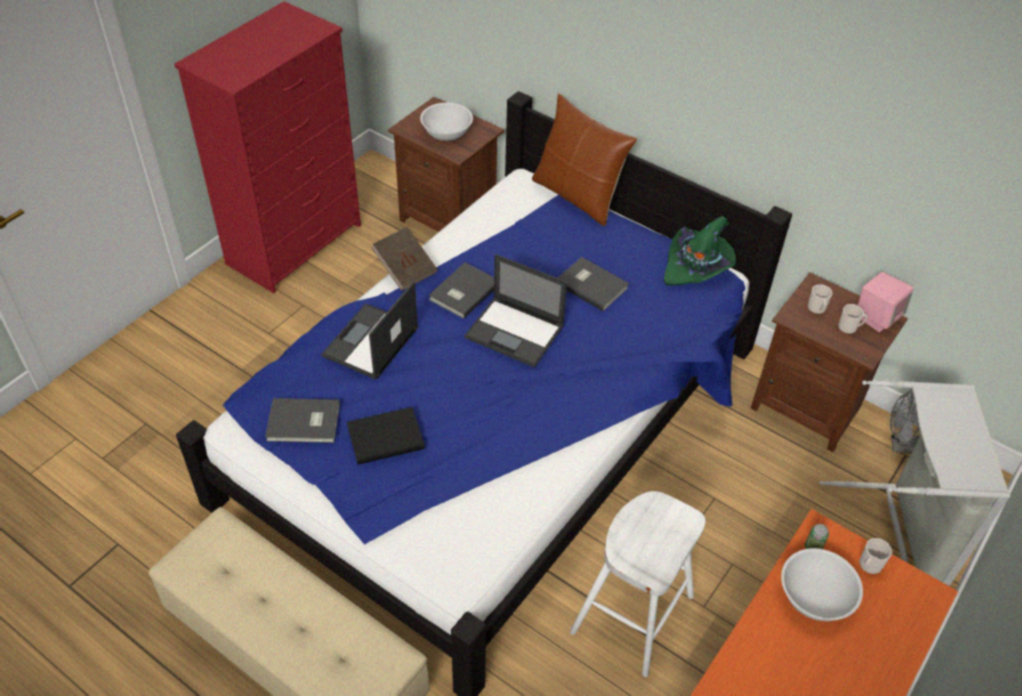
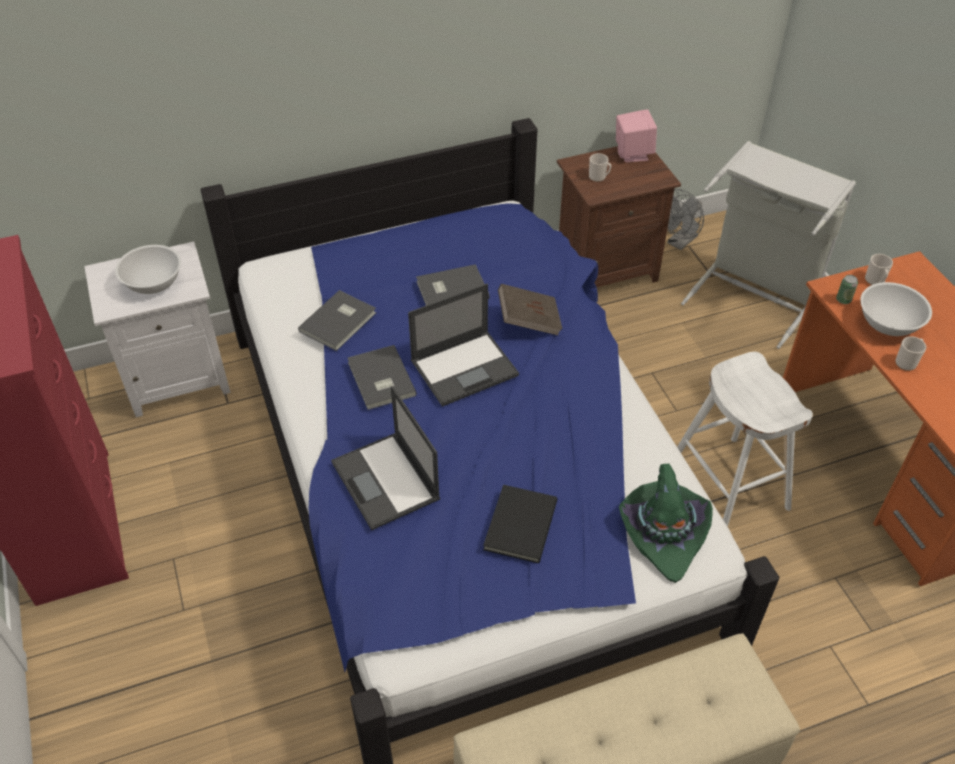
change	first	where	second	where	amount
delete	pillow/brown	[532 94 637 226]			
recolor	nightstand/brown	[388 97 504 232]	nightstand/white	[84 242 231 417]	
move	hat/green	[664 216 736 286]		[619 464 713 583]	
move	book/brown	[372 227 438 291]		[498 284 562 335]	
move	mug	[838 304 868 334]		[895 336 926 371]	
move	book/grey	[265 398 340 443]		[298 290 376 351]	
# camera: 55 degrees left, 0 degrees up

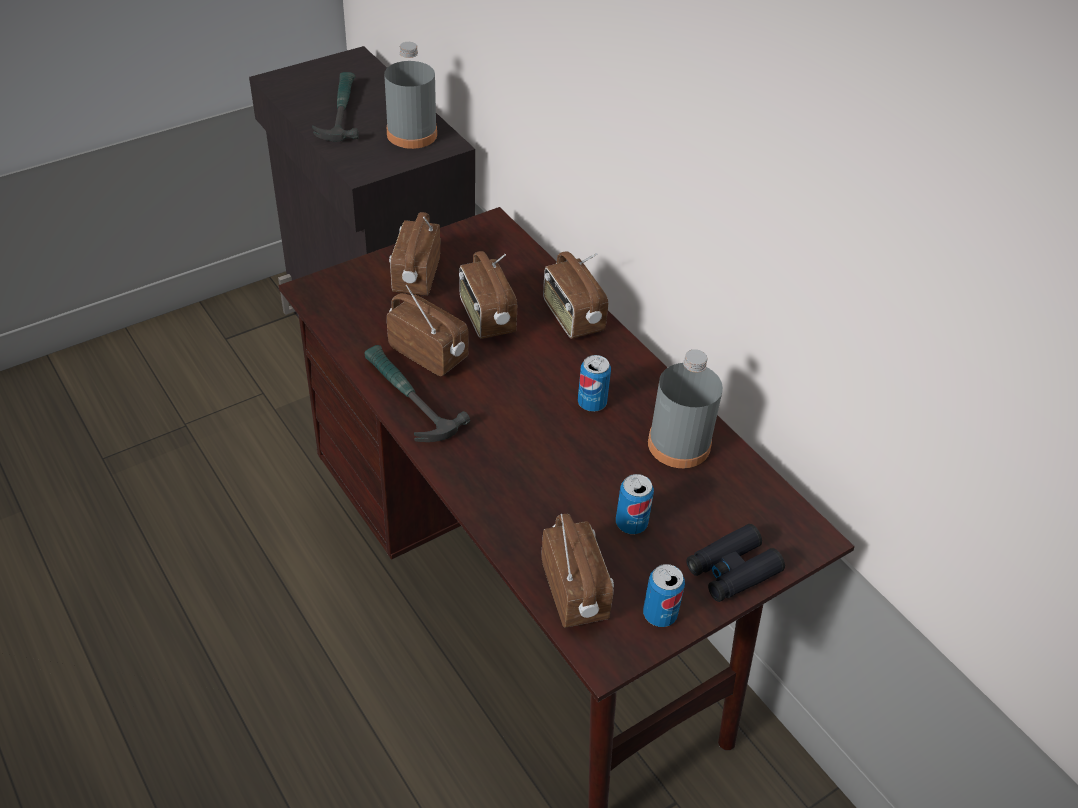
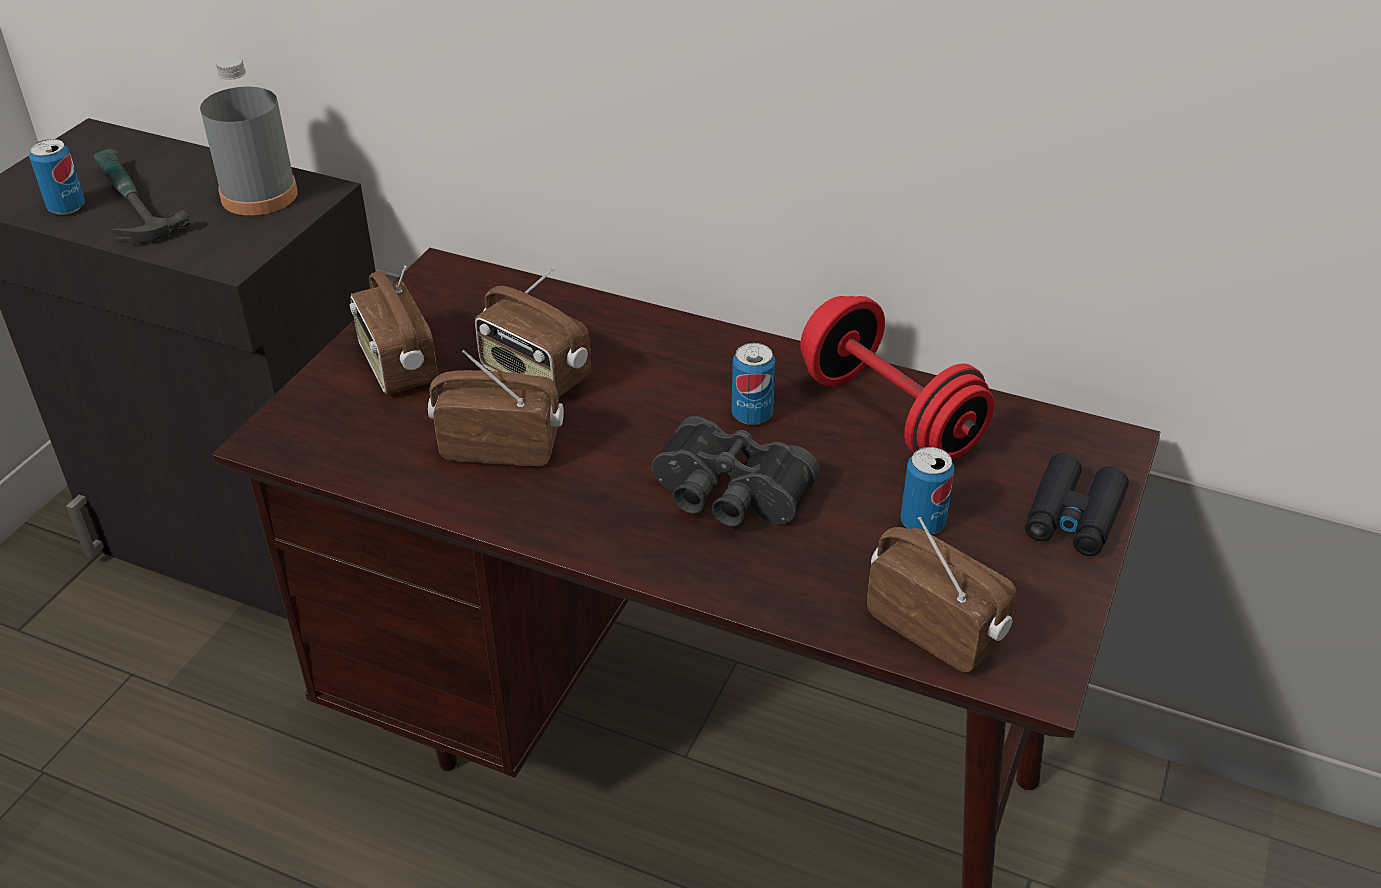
change	first	where	second	where	amount
delete	radio	[543 251 608 339]			
delete	hammer	[365 345 470 442]			
replace	bottle/grey	[648 349 723 468]	dumbbell/red	[800 296 994 459]	
move	can	[643 564 685 627]		[29 139 85 215]	
insert			binoculars/black	[652 416 820 527]	
# camera: 30 degrees left, 5 degrees down

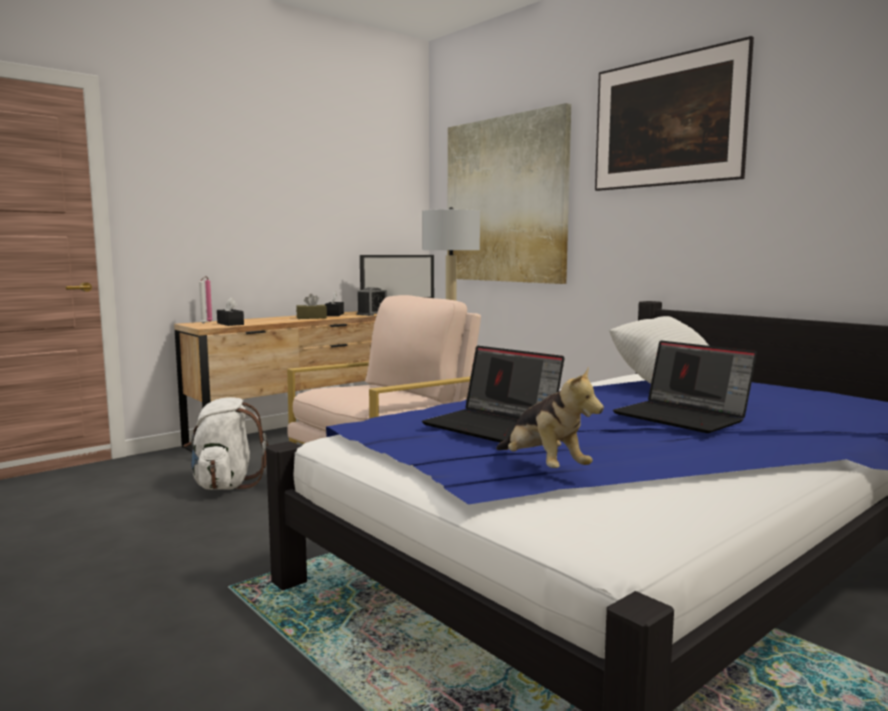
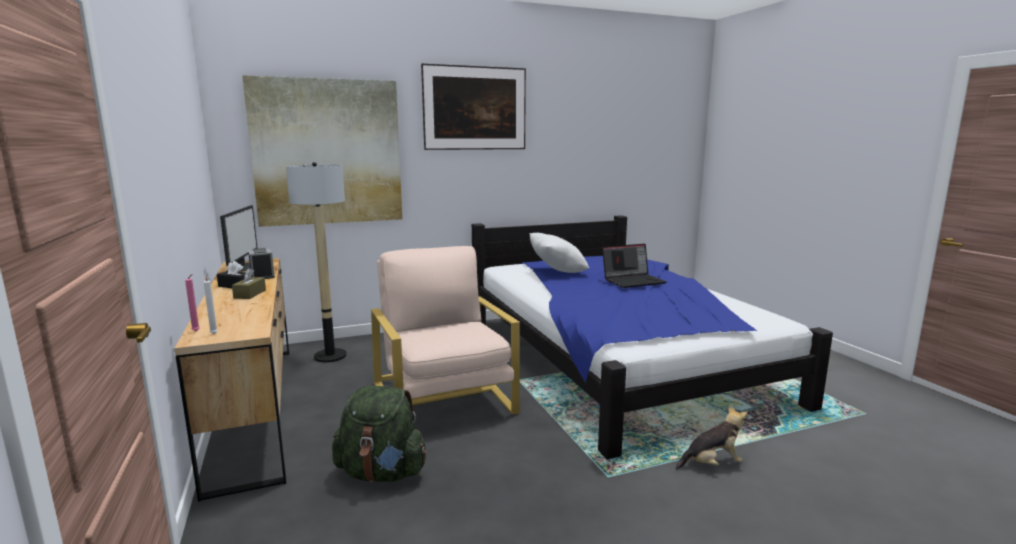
change	first	where	second	where	amount
delete	tissue box/black	[217 297 244 326]			
delete	laptop	[422 346 564 443]			
move	plush toy	[496 367 604 468]		[675 405 747 470]	
recolor	backpack/white	[183 397 268 490]	backpack/green	[332 385 427 482]	
# camera: 70 degrees left, 5 degrees up

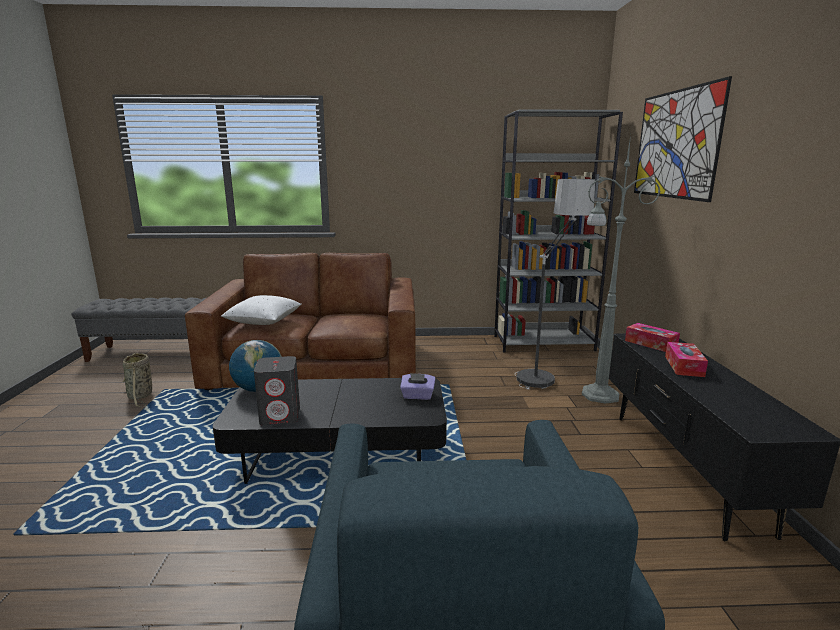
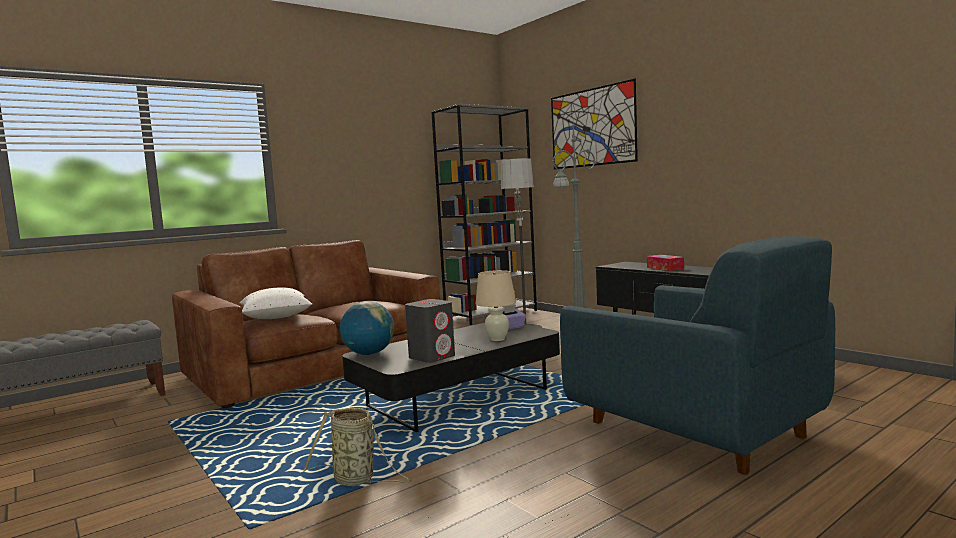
change	first	where	second	where	amount
delete	tissue box	[625 323 680 352]			
move	basket	[121 353 152 407]		[304 408 412 486]	
insert			table lamp/beige	[475 270 516 341]	
# camera: 35 degrees left, 10 degrees down

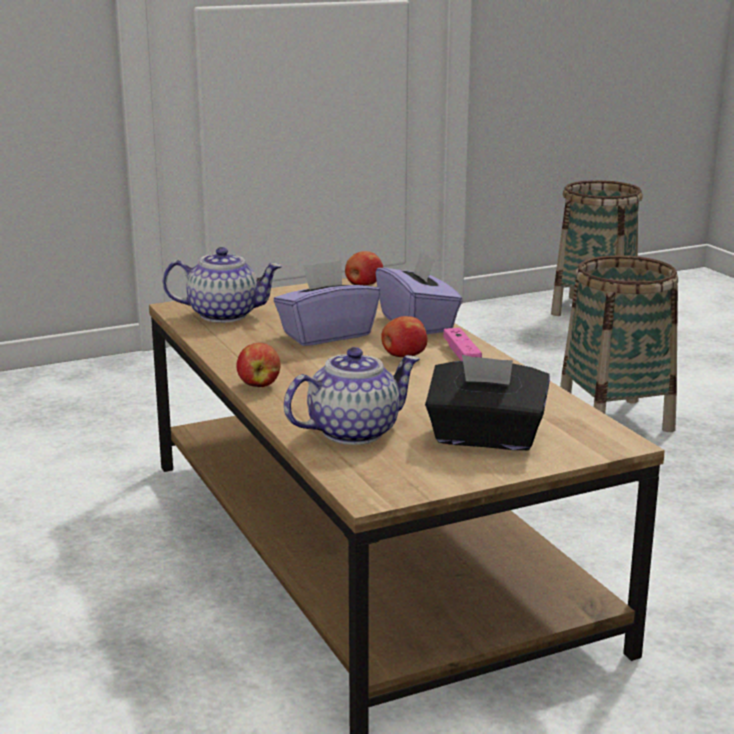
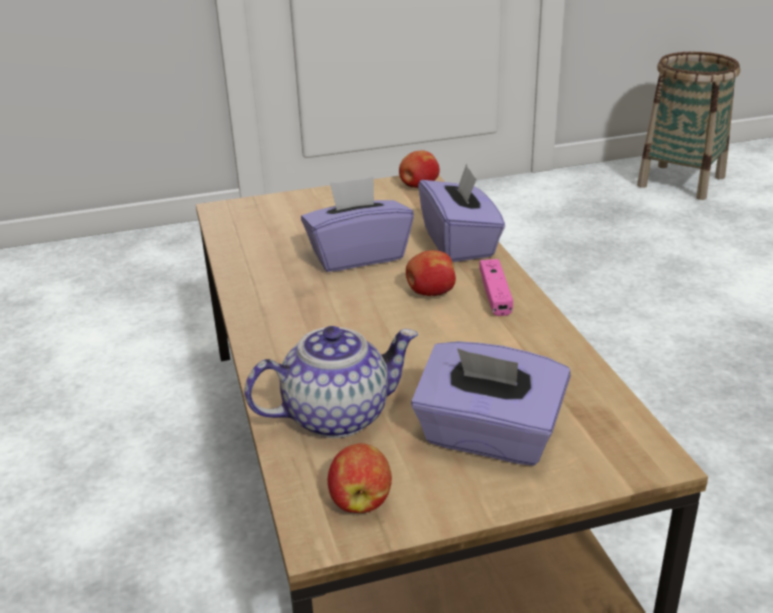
change	first	where	second	where	amount
delete	teapot	[163 247 282 323]			
delete	basket	[560 255 678 432]			
move	apple	[236 343 281 387]		[328 443 392 513]	
recolor	tissue box/black	[425 355 550 450]	tissue box/purple	[411 341 571 466]	
# camera: 10 degrees right, 10 degrees up

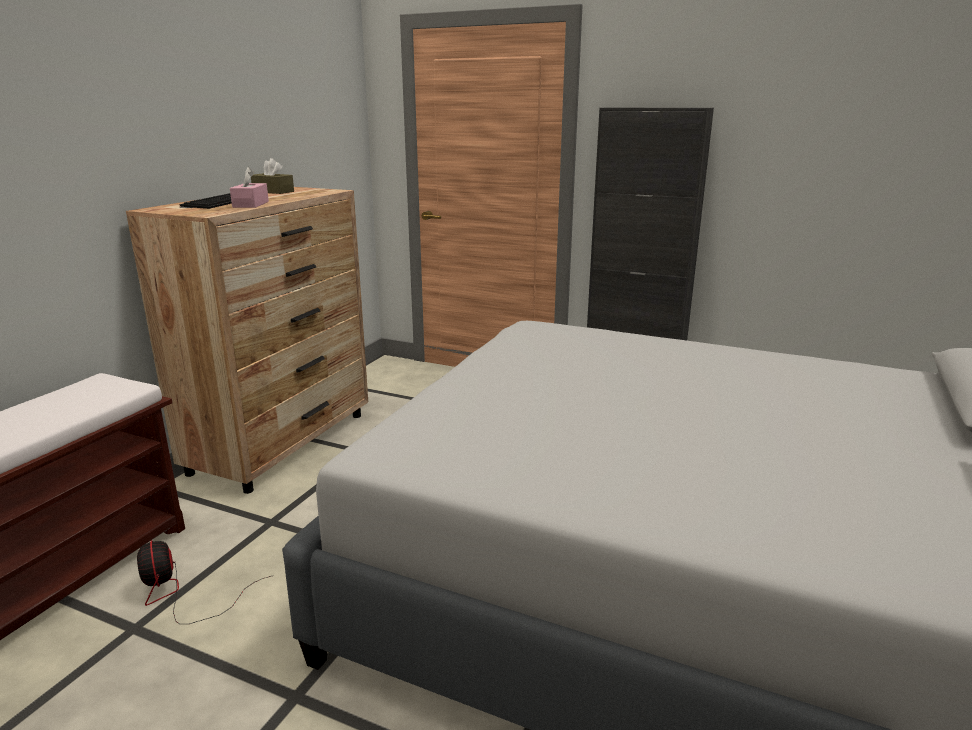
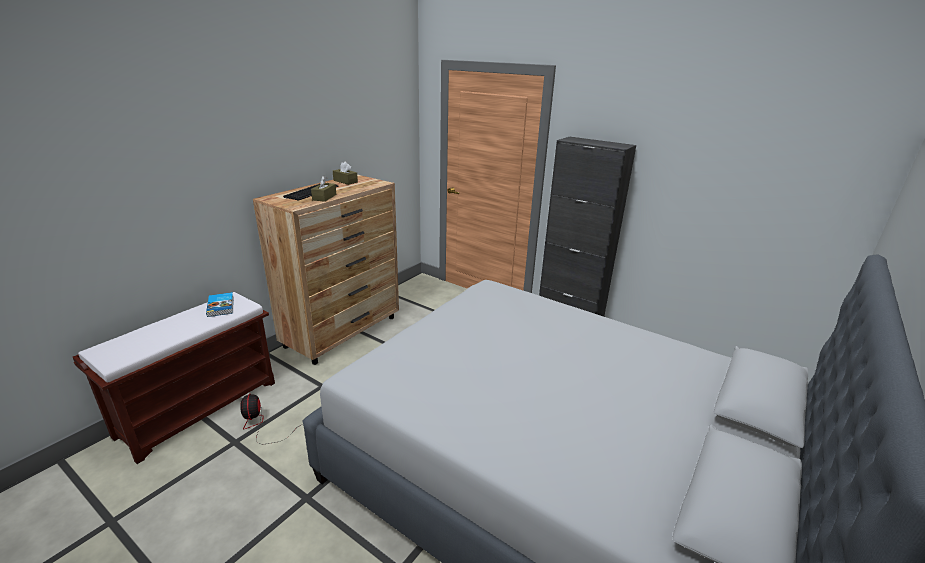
change	first	where	second	where	amount
recolor	tissue box/pink	[230 167 269 208]	tissue box/brown	[311 175 336 202]	
insert			book	[206 292 234 317]	
# camera: 10 degrees right, 5 degrees up

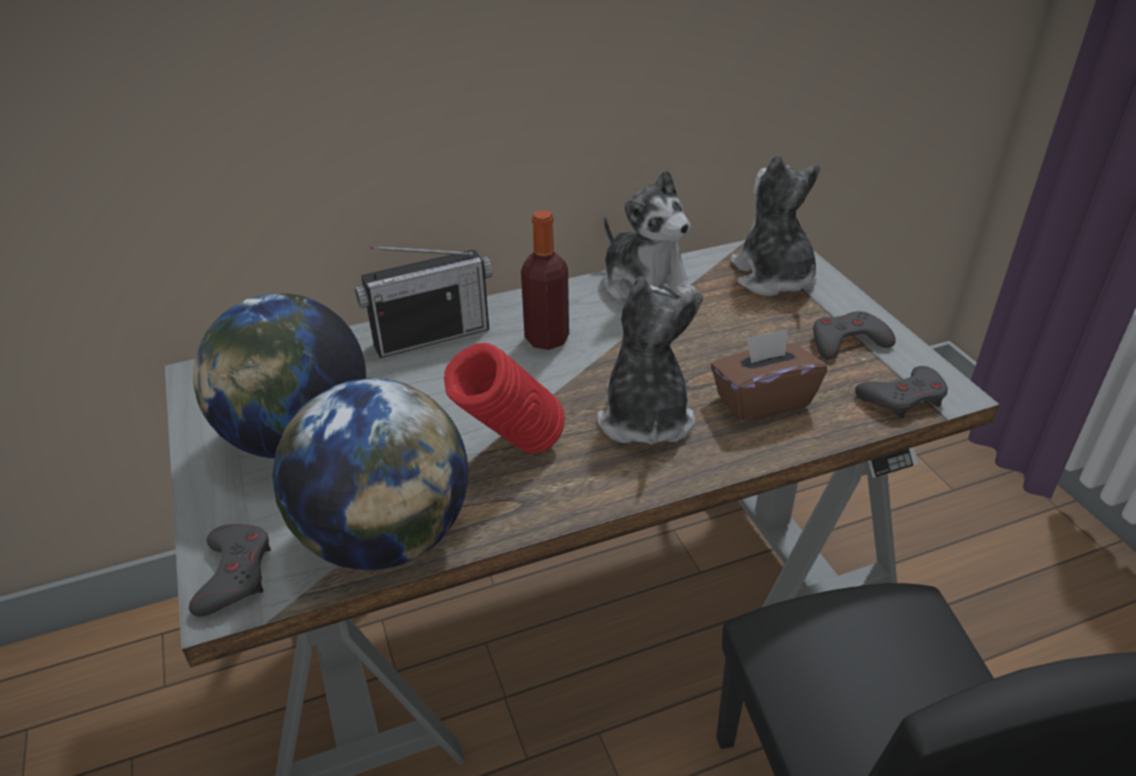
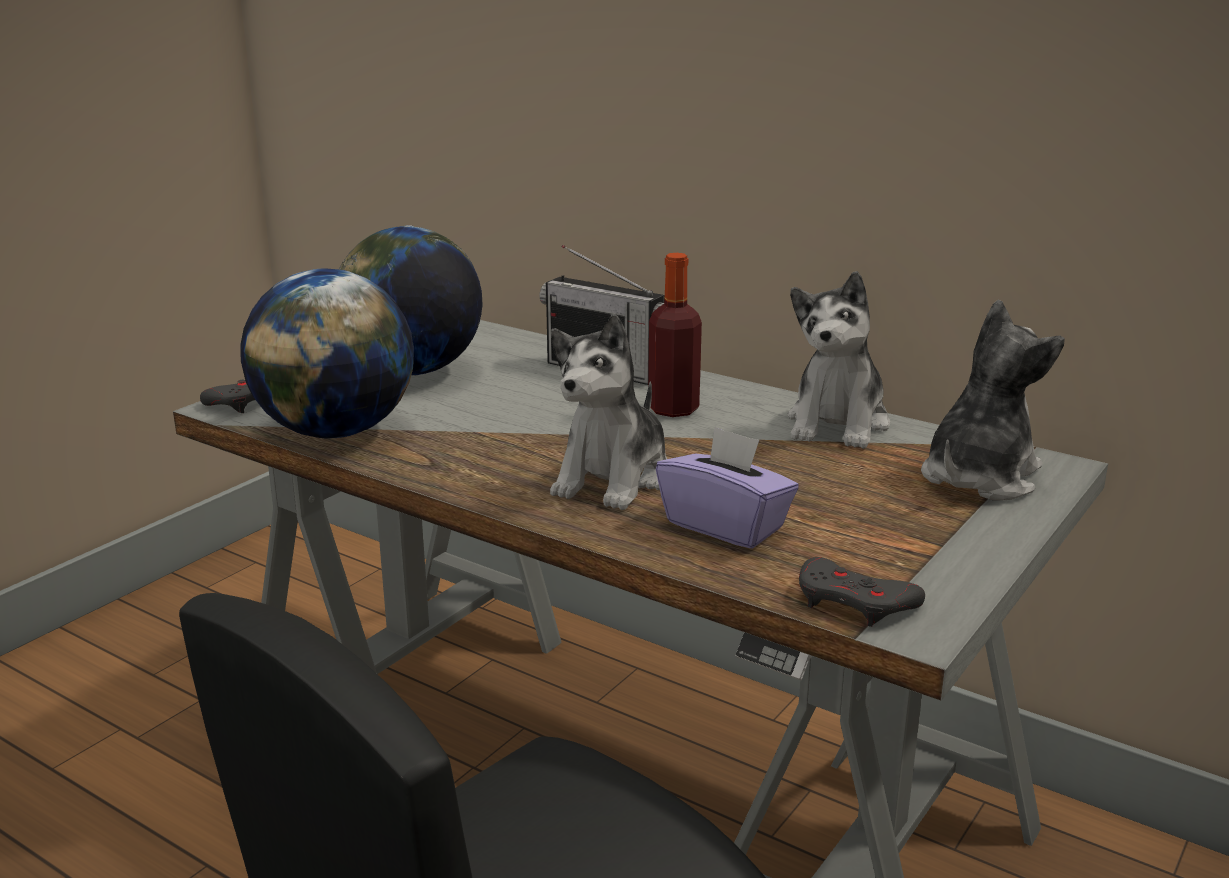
change	first	where	second	where	amount
rotate	plush toy	[597 277 703 445]		[550 314 667 510]	150 degrees clockwise
delete	game controller/grey	[813 311 896 360]			
recolor	tissue box/brown	[711 330 827 422]	tissue box/purple	[656 426 799 549]	
delete	vase/red	[444 343 565 454]			
# camera: 55 degrees right, 15 degrees down

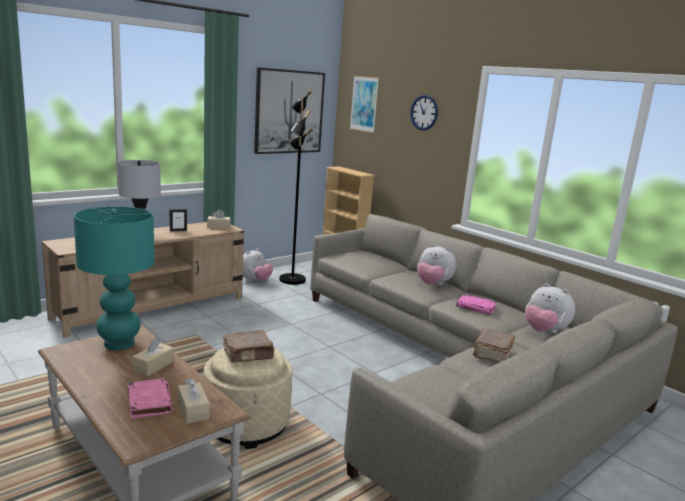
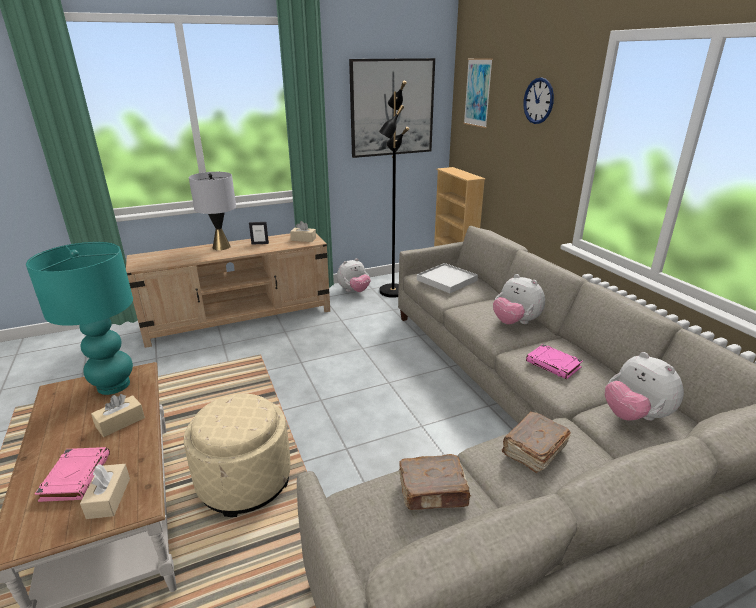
change	first	where	second	where	amount
move	book/brown	[223 330 275 362]		[399 454 471 510]	
insert			tray/white	[417 263 478 293]	
# camera: 20 degrees right, 10 degrees up

